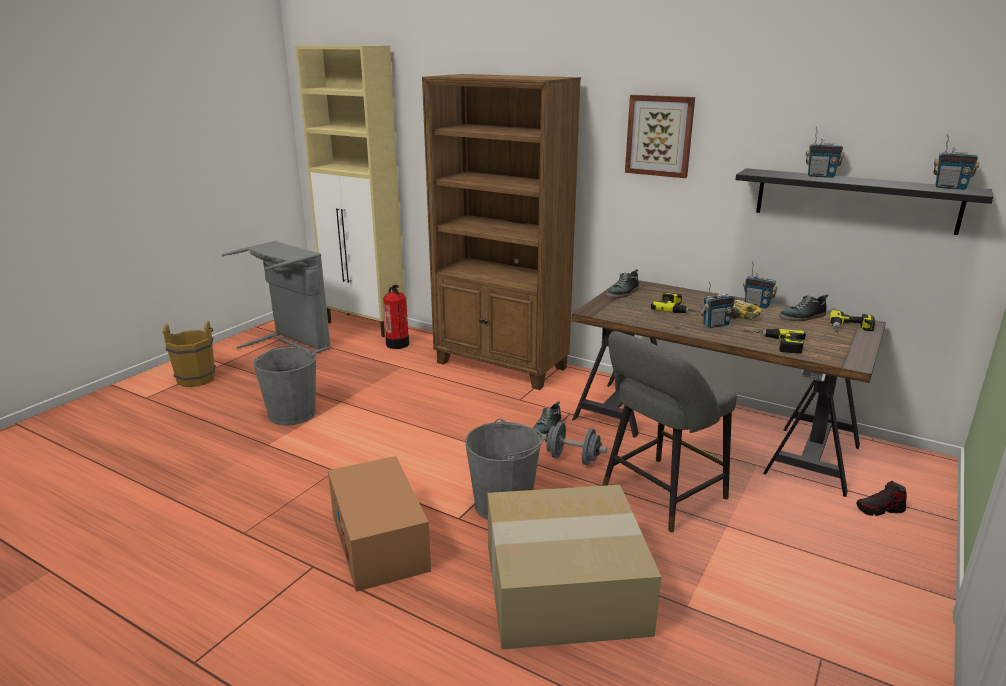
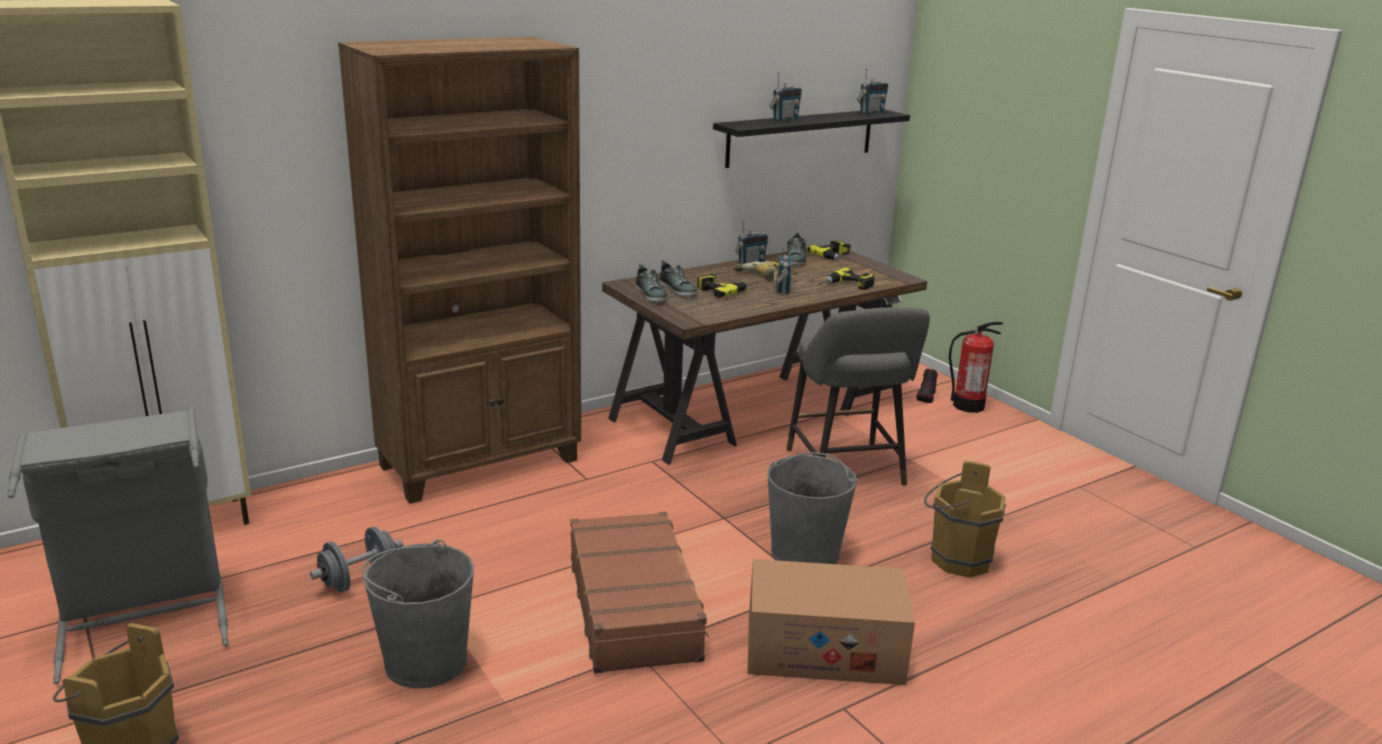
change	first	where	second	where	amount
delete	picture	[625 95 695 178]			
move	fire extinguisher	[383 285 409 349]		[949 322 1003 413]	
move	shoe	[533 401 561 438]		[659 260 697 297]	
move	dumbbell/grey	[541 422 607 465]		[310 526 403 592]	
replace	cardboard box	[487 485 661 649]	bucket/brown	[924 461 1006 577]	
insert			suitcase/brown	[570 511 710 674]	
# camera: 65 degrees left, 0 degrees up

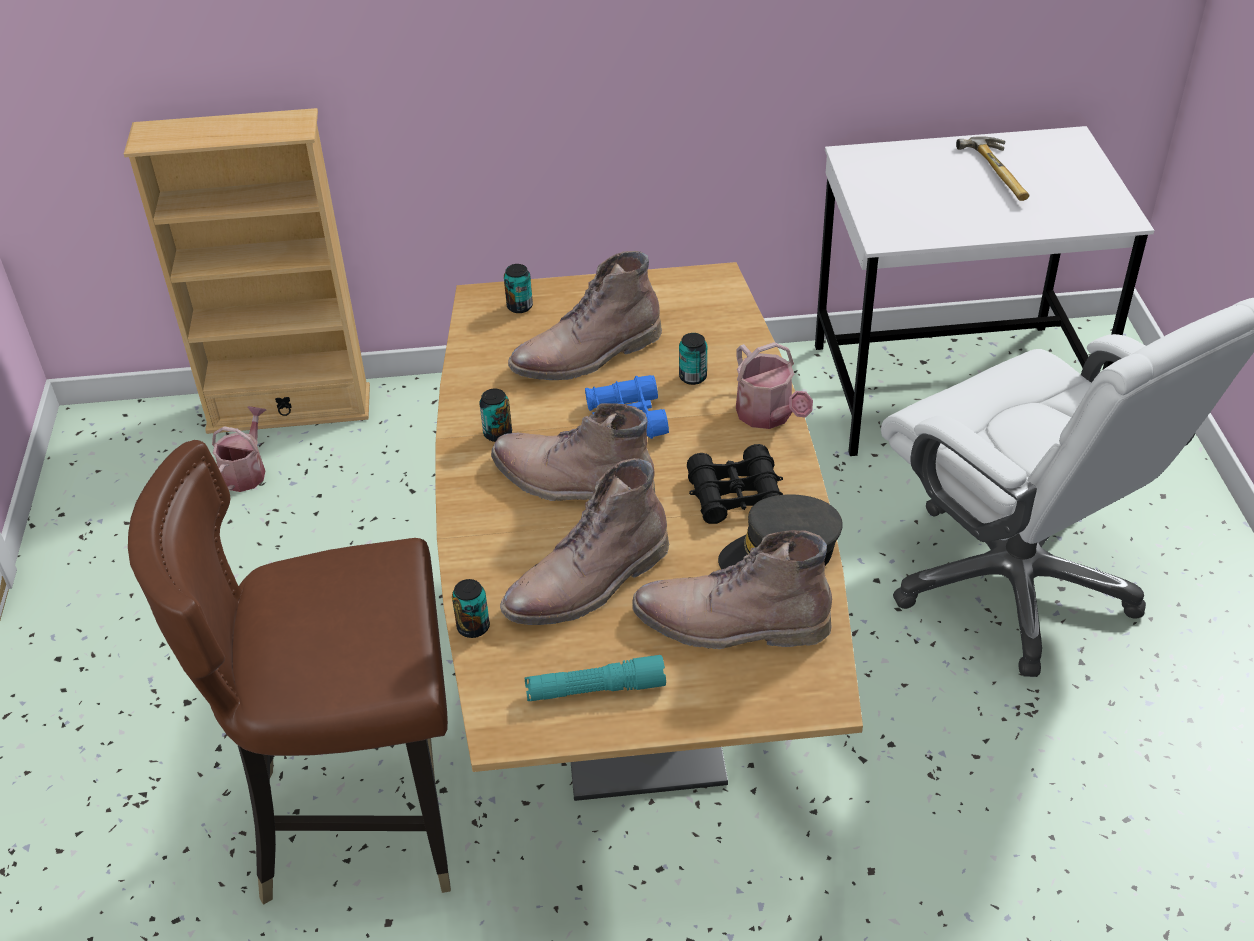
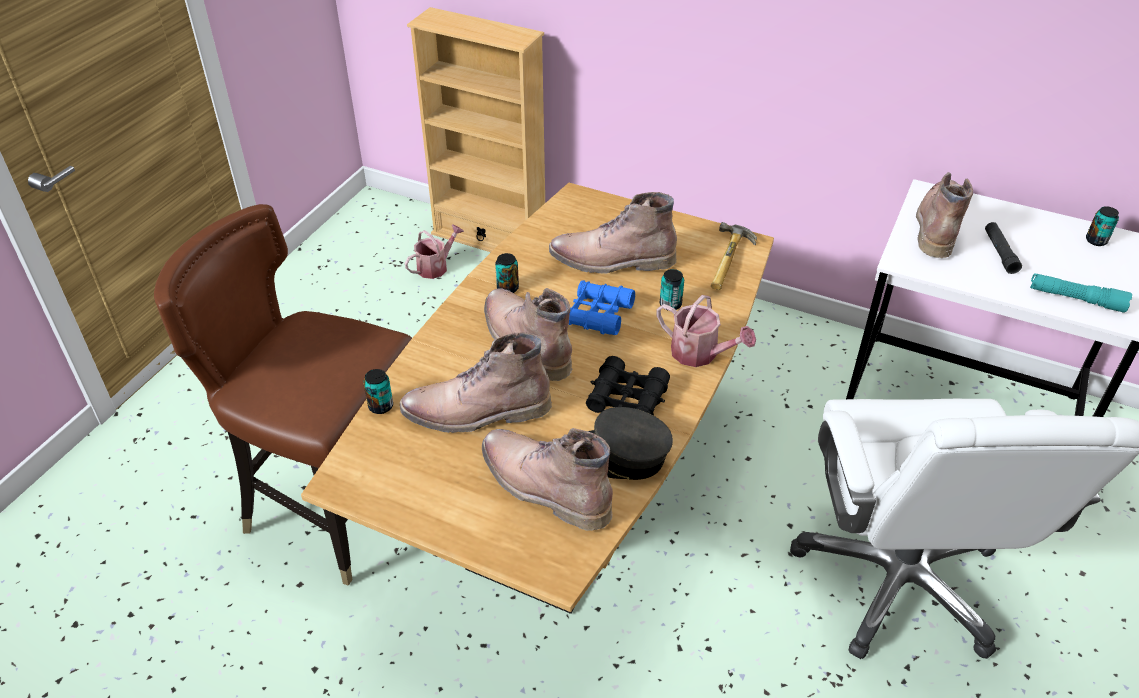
change	first	where	second	where	amount
move	hammer	[956 136 1030 201]		[711 222 757 290]	
move	can	[504 264 533 313]		[1086 206 1119 246]	
rotate	watering can	[736 342 813 429]		[657 295 756 367]	60 degrees counterclockwise
move	flashlight/turquoise	[525 655 666 701]		[1030 273 1132 313]	
insert			boot/brown	[916 172 973 258]	
insert			flashlight/black	[985 222 1022 274]	
# camera: 30 degrees right, 0 degrees up

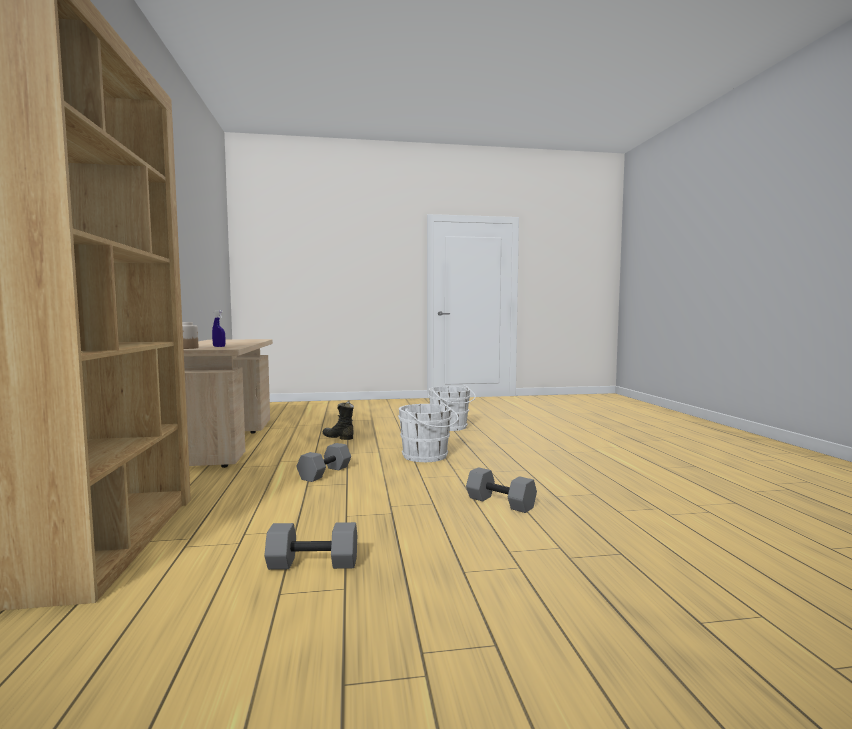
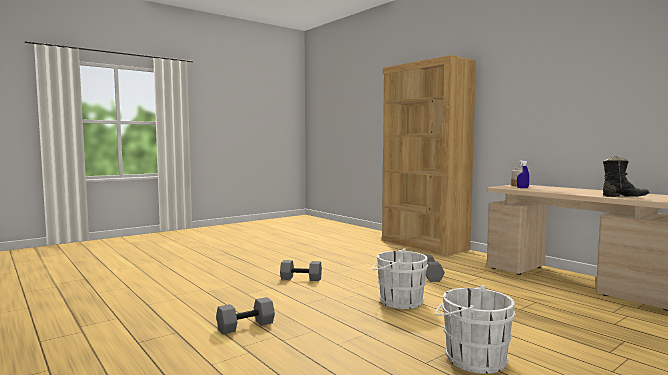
change	first	where	second	where	amount
move	boot/black	[323 401 354 440]		[603 156 650 197]	
move	dumbbell/grey	[264 522 357 570]		[216 297 275 334]	
# camera: 150 degrees right, 0 degrees up

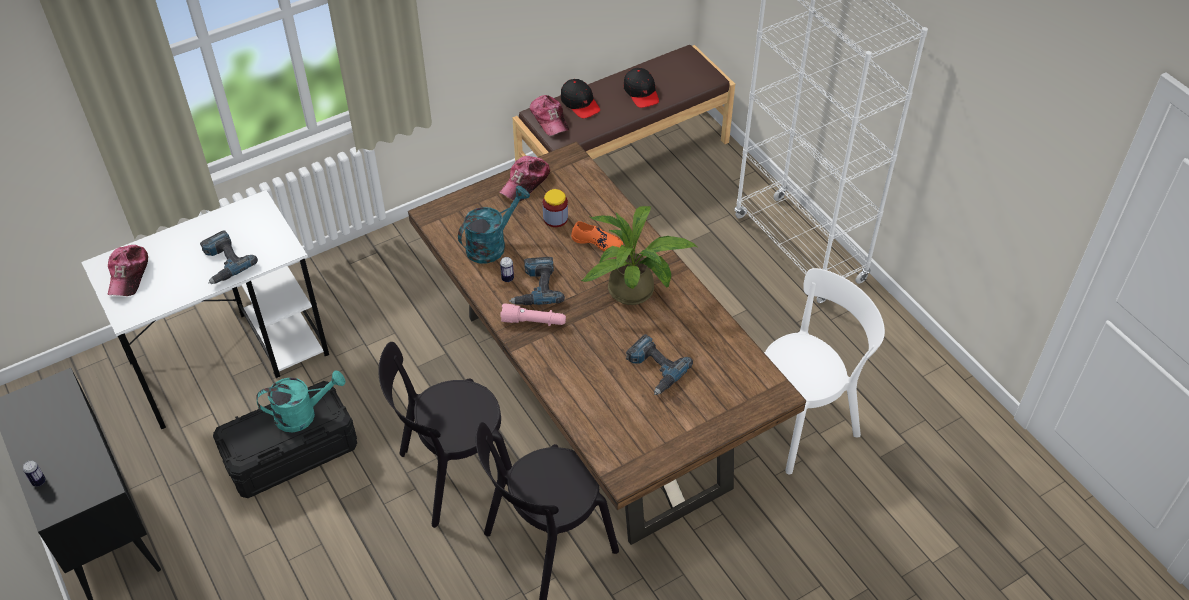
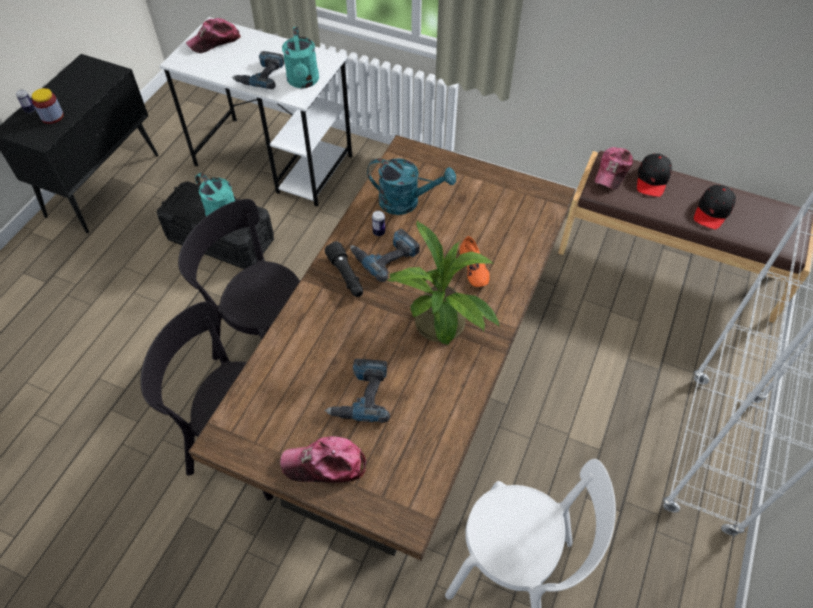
change	first	where	second	where	amount
move	cap	[499 156 550 201]		[280 436 366 483]	
move	jar	[543 189 568 227]		[32 88 64 124]	
recolor	flashlight/pink	[500 303 566 326]	flashlight/black	[325 241 363 297]	
insert			watering can/turquoise	[282 27 319 88]	
# camera: 55 degrees right, 5 degrees up

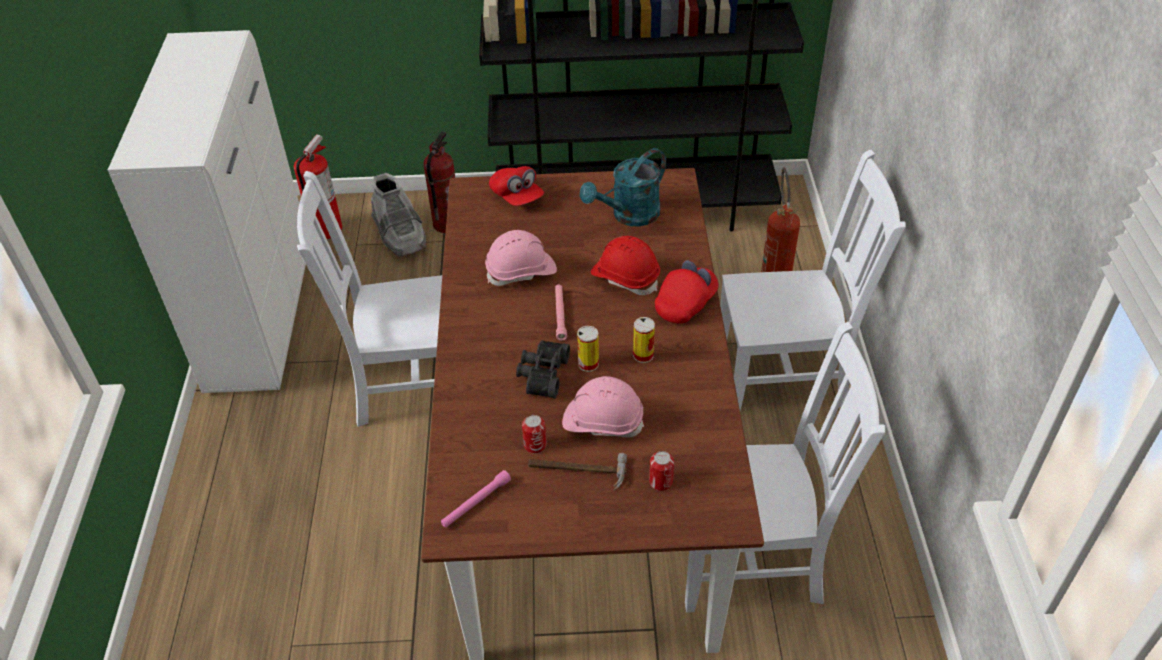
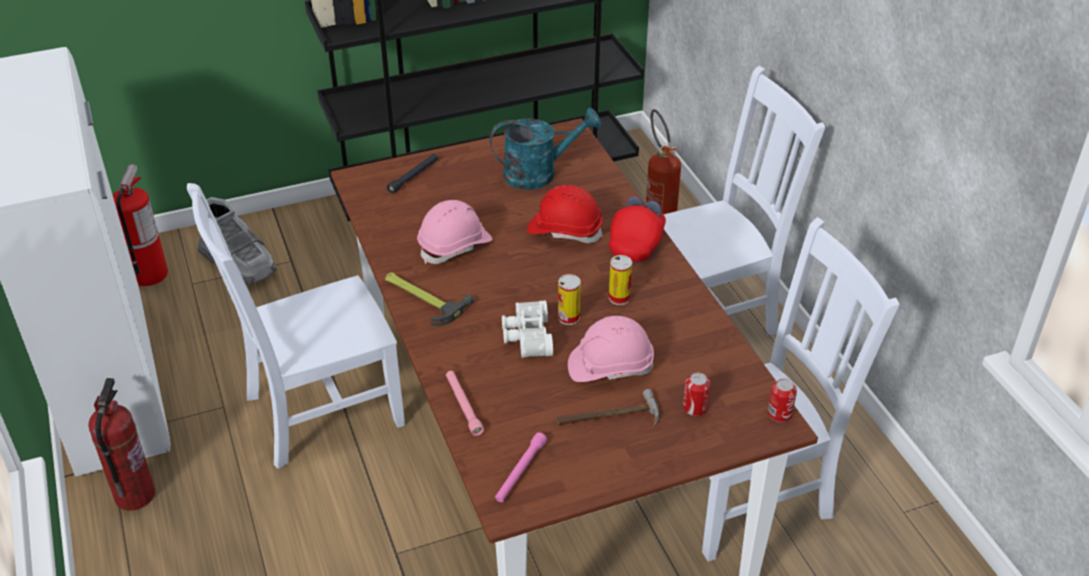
change	first	where	second	where	amount
move	fire extinguisher	[424 131 455 233]		[88 378 155 511]	
rotate	watering can/turquoise	[580 148 666 227]		[490 108 601 190]	135 degrees counterclockwise
replace	cap/red	[489 166 544 206]	flashlight/black	[387 154 438 194]	
move	flashlight/pink	[555 285 567 341]		[446 371 484 436]	
recolor	binoculars/black	[516 340 570 398]	binoculars/white	[502 300 553 358]	
move	can	[522 415 547 454]		[768 379 797 422]	
insert			hammer	[385 272 474 326]	
# camera: 20 degrees left, 5 degrees down

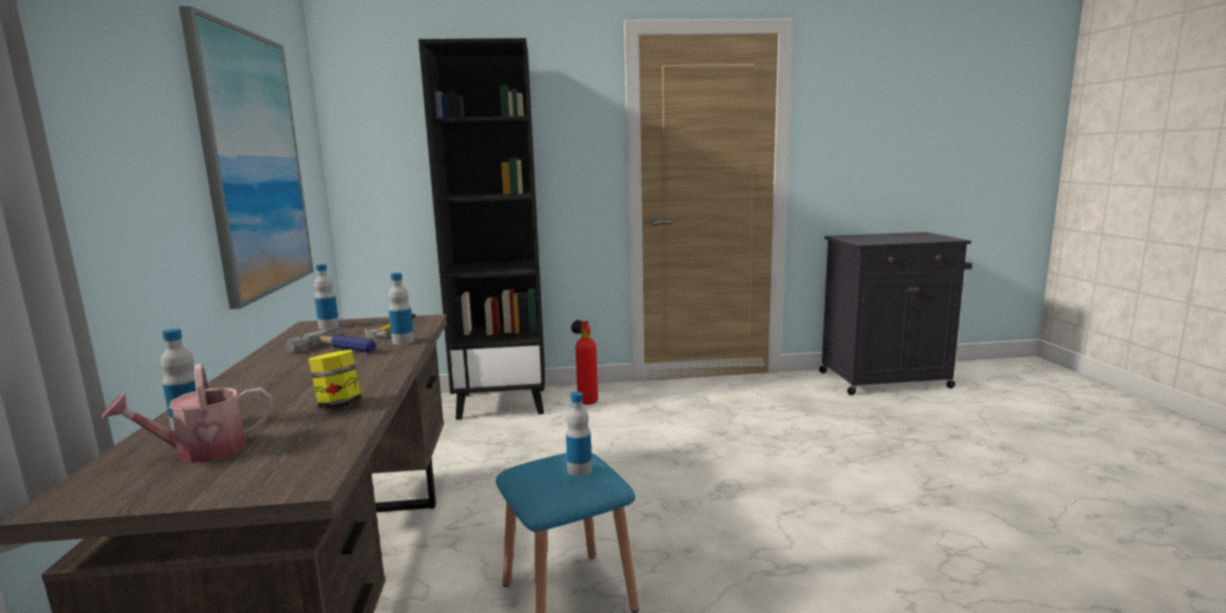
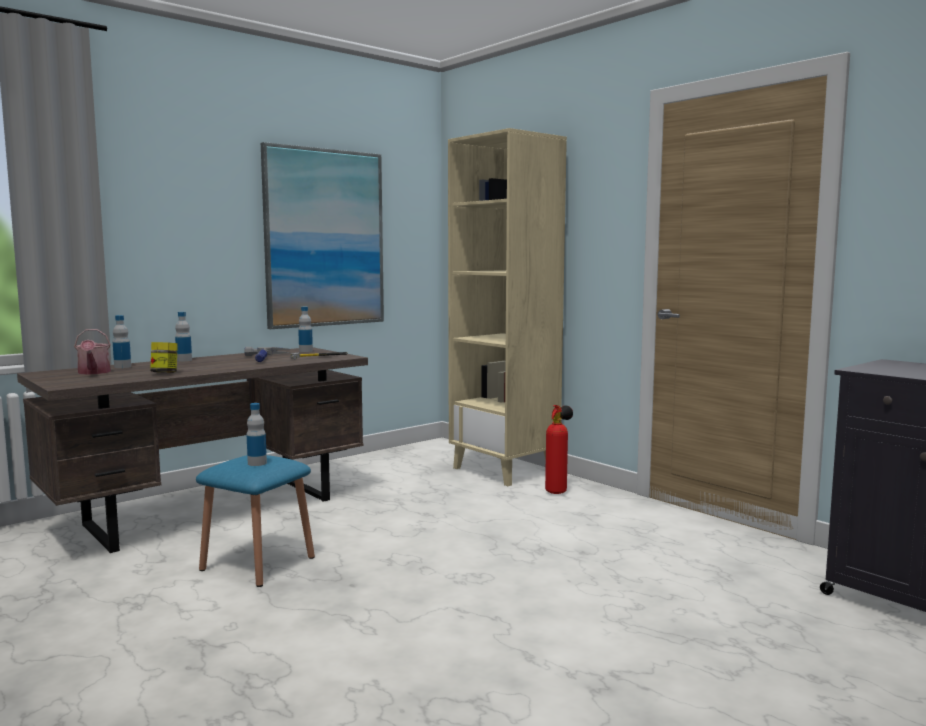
change	first	where	second	where	amount
recolor	bookcase/black	[418 38 545 420]	bookcase/beige	[448 128 567 486]	
move	bottle	[388 273 414 345]		[175 312 192 362]	
rotate	watering can	[102 363 272 463]		[74 329 111 375]	135 degrees counterclockwise
# camera: 55 degrees right, 5 degrees down

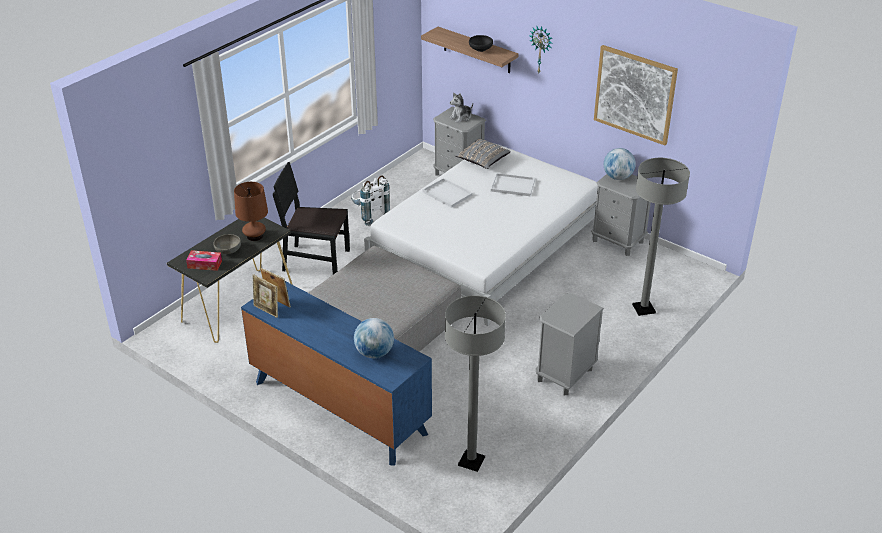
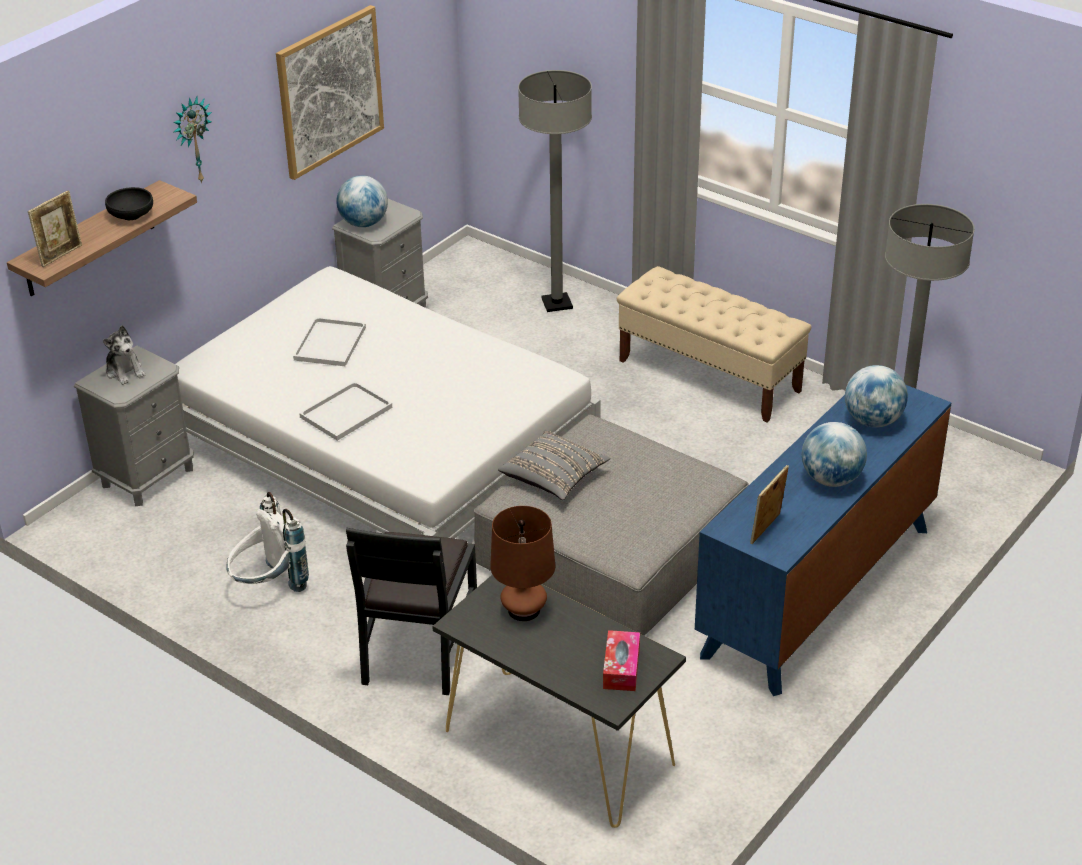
change	first	where	second	where	amount
move	pillow/grey	[455 139 511 169]		[498 430 610 500]	
delete	bowl/grey	[214 234 241 254]			
move	picture frame	[253 274 278 318]		[28 190 82 267]	
replace	nightstand/grey	[536 293 604 395]	bench/beige	[617 266 811 422]	
insert			globe	[802 422 867 487]	
# camera: 90 degrees left, 0 degrees up

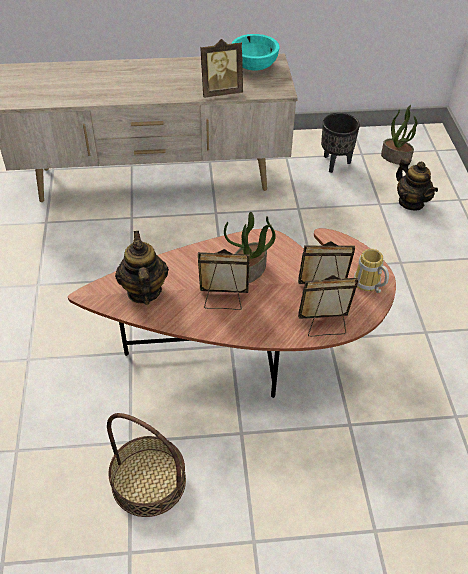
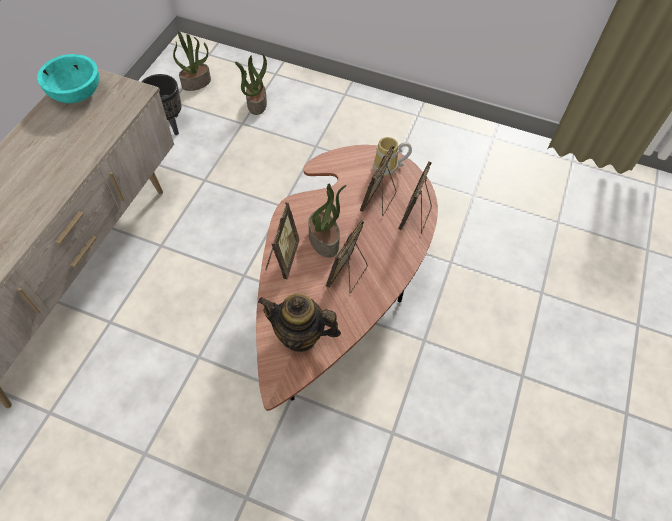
change	first	where	second	where	amount
move	picture frame	[200 39 243 98]		[265 203 299 279]	
replace	teapot	[396 158 438 210]	potted plant	[235 54 267 115]	
delete	basket	[107 413 186 517]			
# camera: 65 degrees left, 10 degrees up

